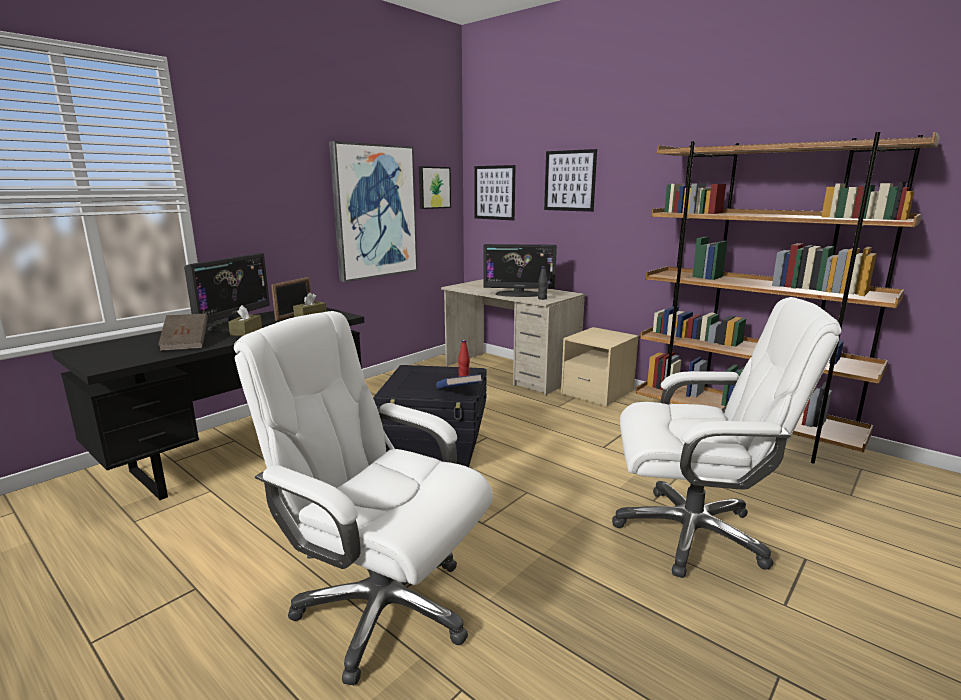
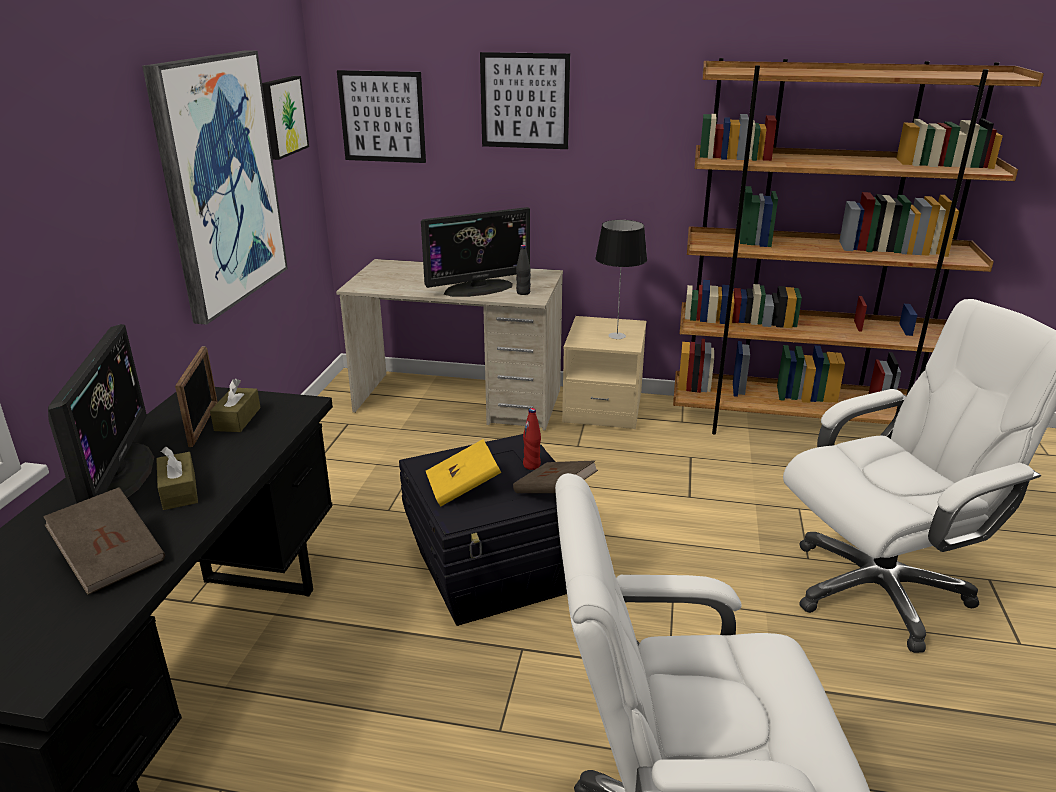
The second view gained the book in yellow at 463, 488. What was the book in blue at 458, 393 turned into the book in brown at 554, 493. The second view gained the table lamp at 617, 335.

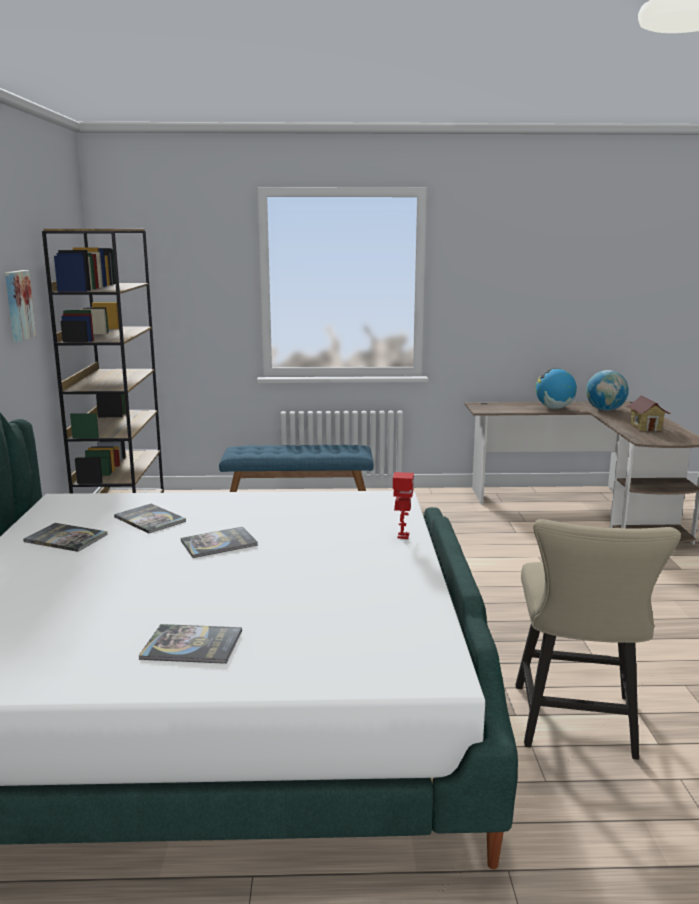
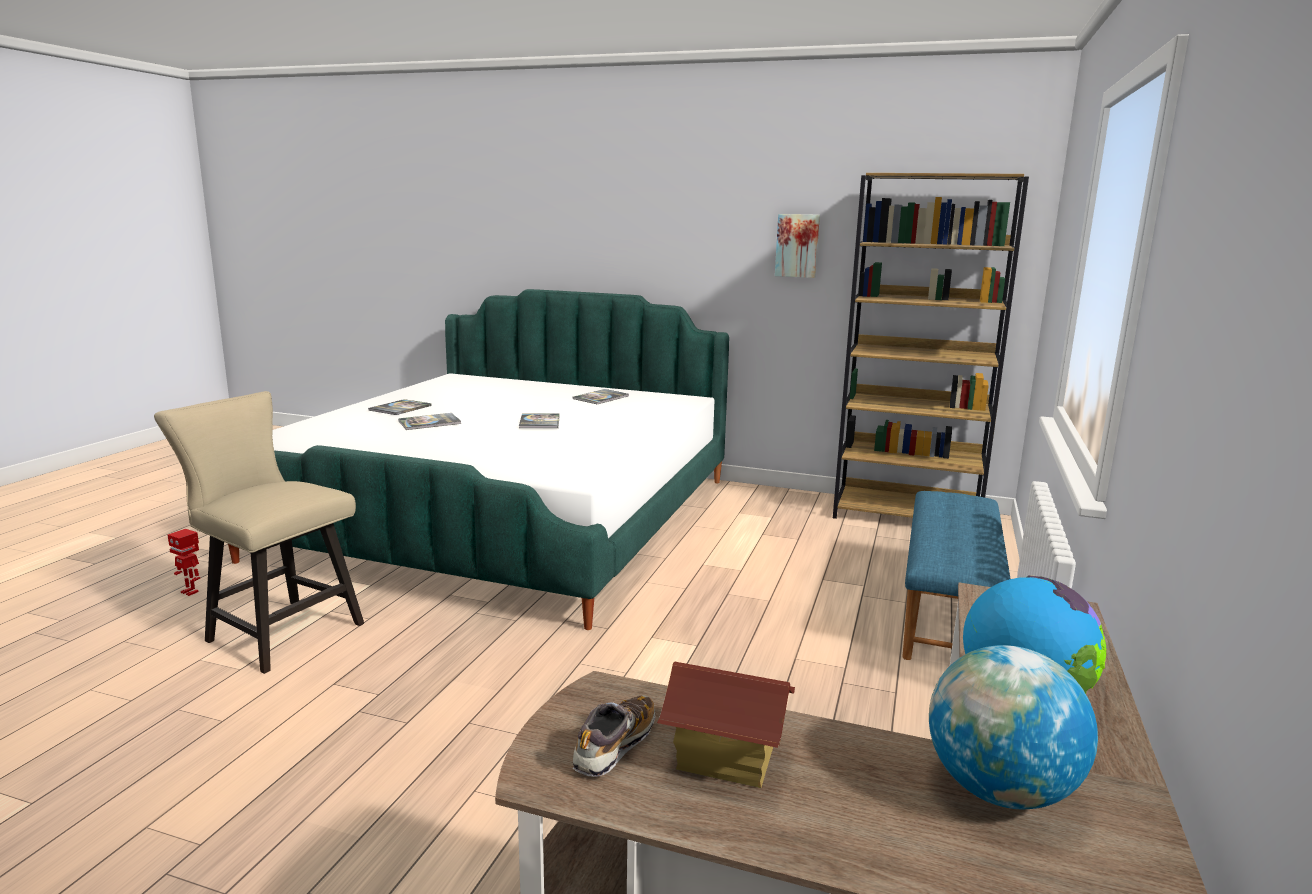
The toy robot ended up elsewhere, having gone from 402, 536 to 190, 592. The book ended up elsewhere, having gone from 150, 519 to 429, 422. The second view gained the shoe at 615, 746.

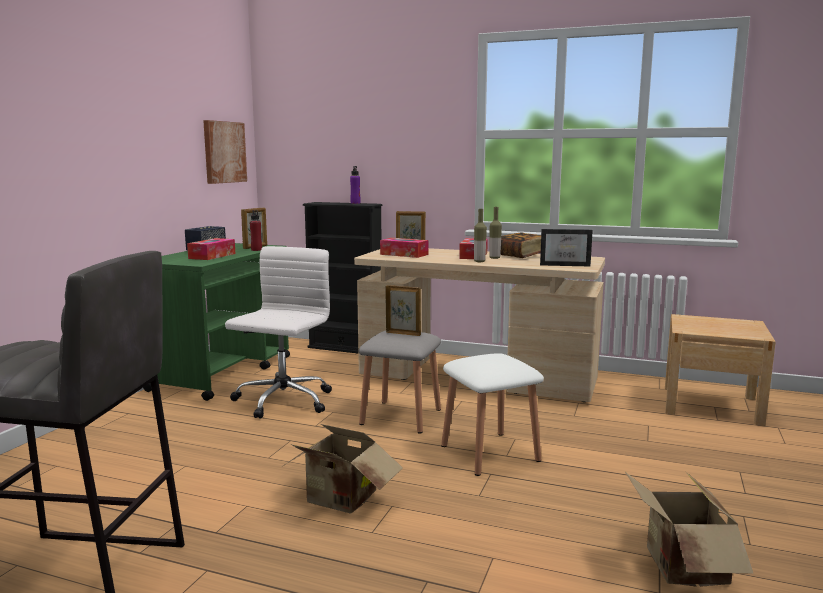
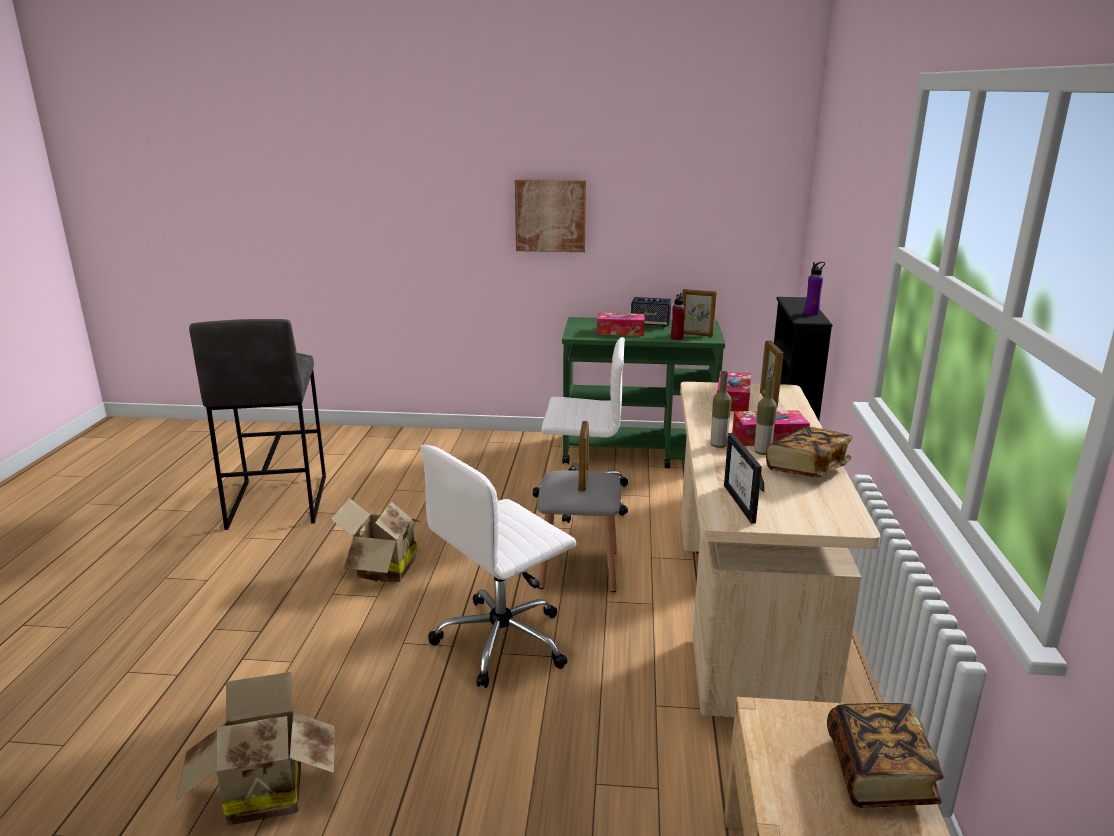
Where the stool in white stood at 490, 453, the office chair in white came to stand at 504, 640. The picture ended up elsewhere, having gone from 224, 152 to 550, 215. The second view gained the book at 878, 774.

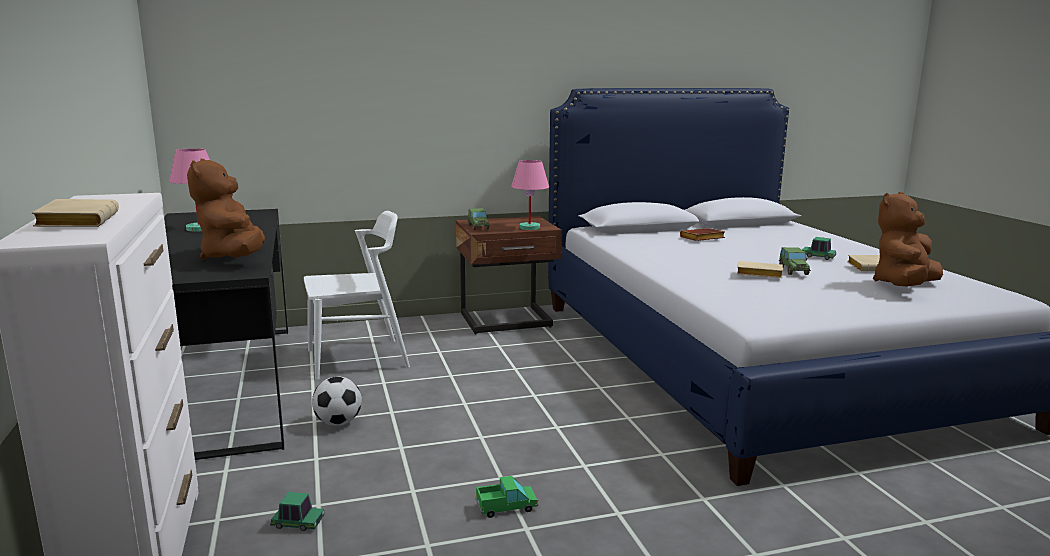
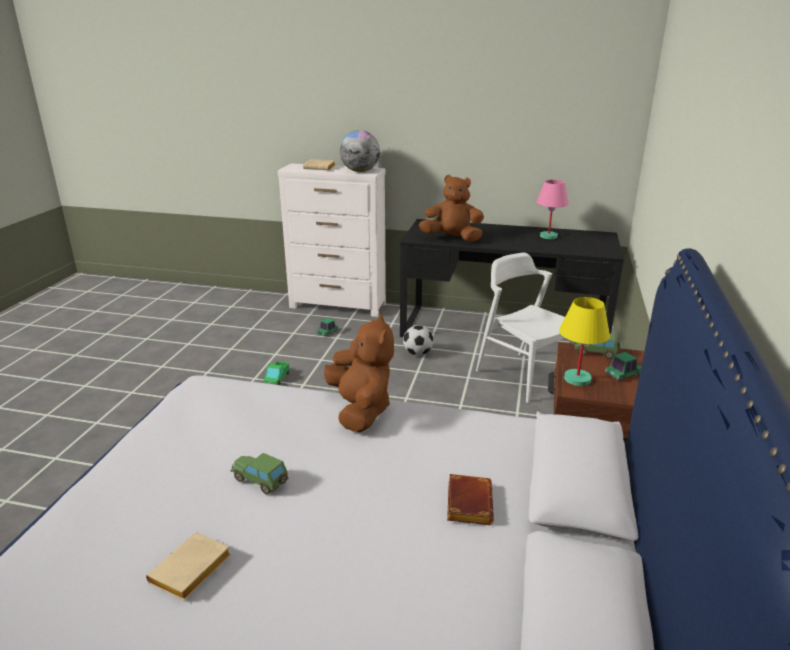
The plush toy in brown ended up elsewhere, having gone from 903, 286 to 360, 410. The second view gained the globe at 360, 171. The chair in white at 358, 358 ended up facing another way, 135 degrees clockwise from before. What was the table lamp in pink at 530, 227 turned into the table lamp in yellow at 577, 379. The toy car ended up elsewhere, having gone from 818, 256 to 623, 374. The second view lost the book in beige at 757, 274.

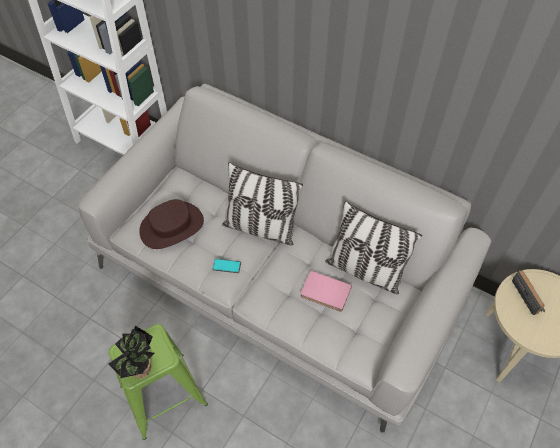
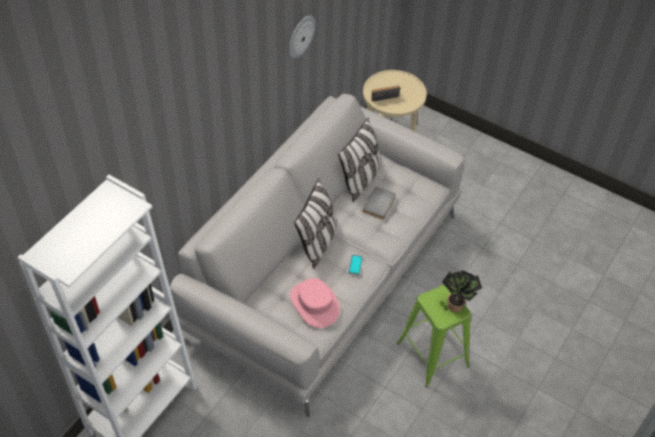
The second view gained the wall clock at 300, 36. What was the hat in brown at 172, 226 turned into the hat in pink at 315, 304. What was the book in pink at 325, 293 turned into the book in grey at 380, 204.

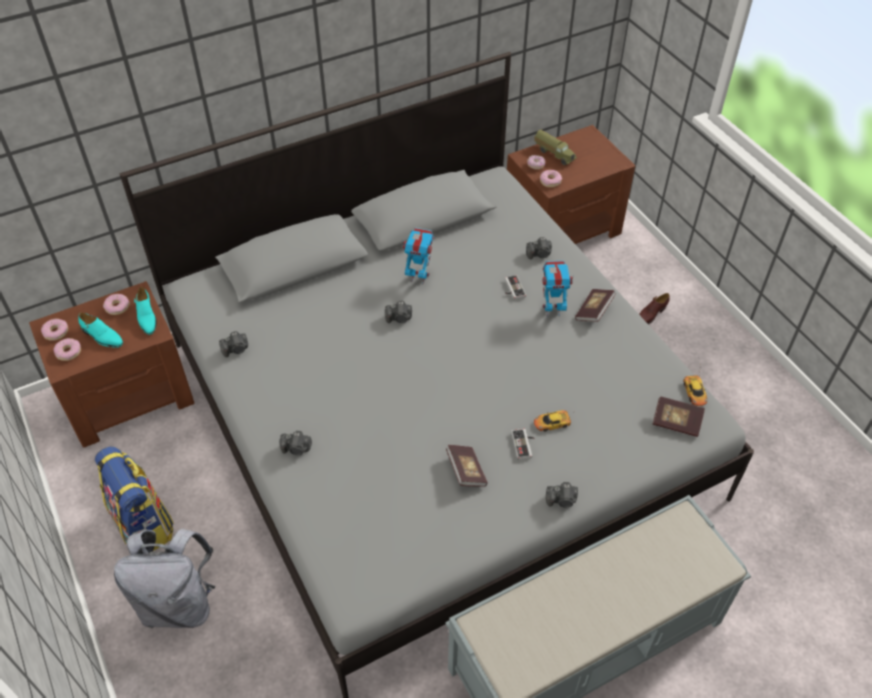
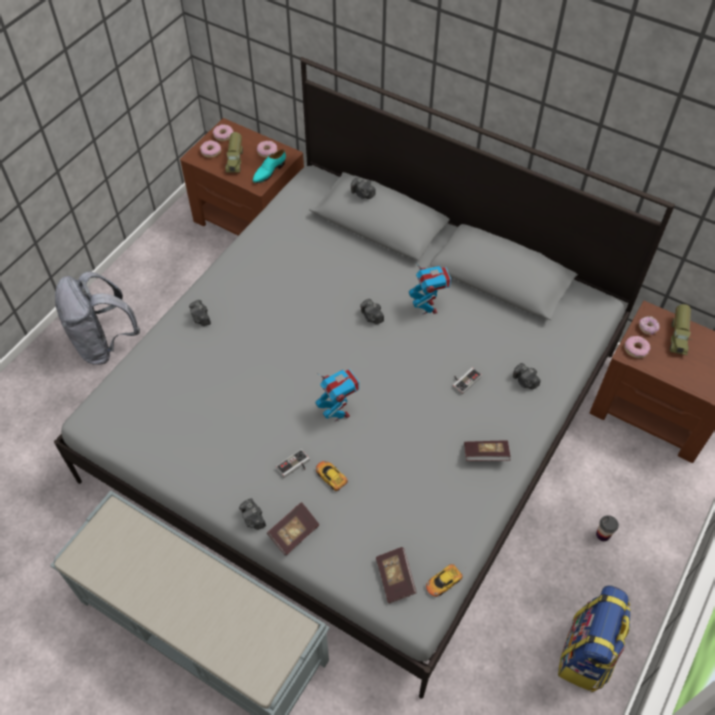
Where the shoe in turquoise stood at 102, 337, the toy truck came to stand at 235, 160. The book ended up elsewhere, having gone from 466, 471 to 294, 533. The toy robot ended up elsewhere, having gone from 552, 310 to 338, 413. The photo camera ended up elsewhere, having gone from 236, 349 to 362, 194. The backpack ended up elsewhere, having gone from 144, 525 to 586, 655. Where the shoe in brown stood at 650, 314, the cup came to stand at 603, 535.

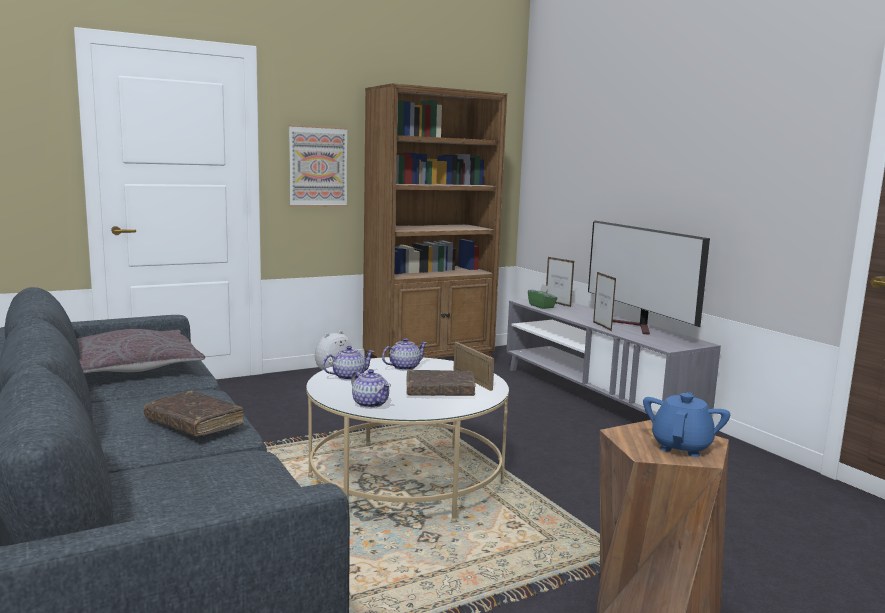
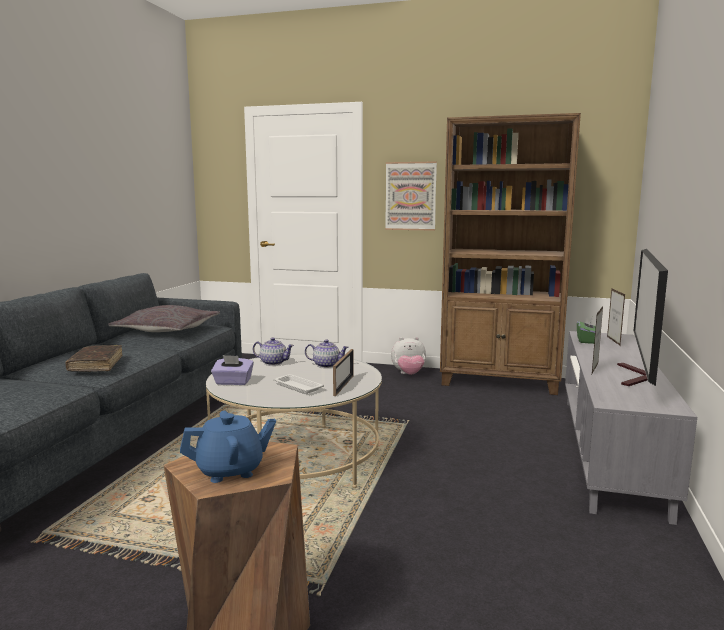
Where the teapot stood at 370, 403, the tissue box in purple came to stand at 233, 382. Where the book in brown stood at 440, 391, the tray in white came to stand at 297, 387.

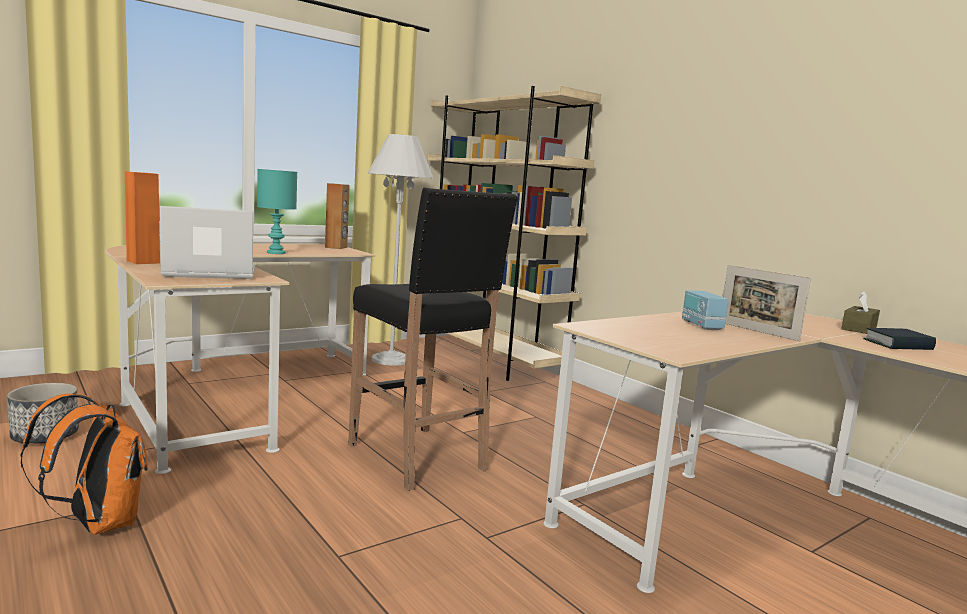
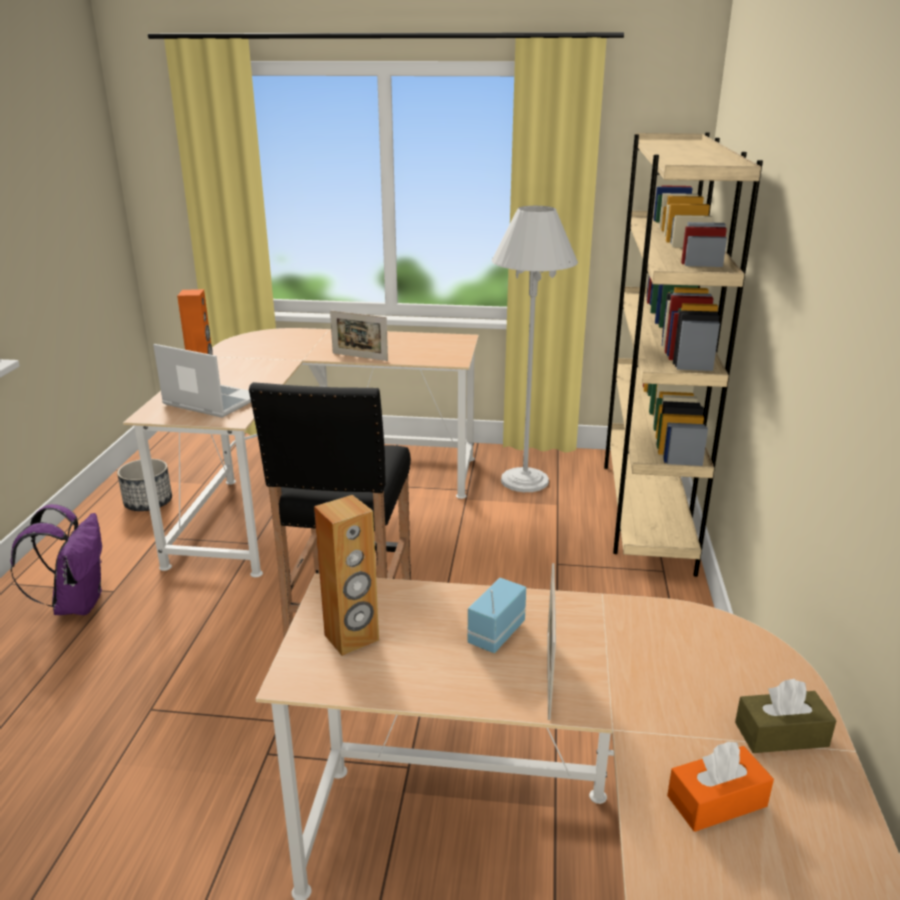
What was the backpack in orange at 98, 524 turned into the backpack in purple at 77, 603. The speaker in brown ended up elsewhere, having gone from 336, 247 to 352, 638. Where the table lamp in turquoise stood at 276, 253, the picture frame came to stand at 360, 357. Where the book stood at 898, 345, the tissue box in orange came to stand at 716, 801.

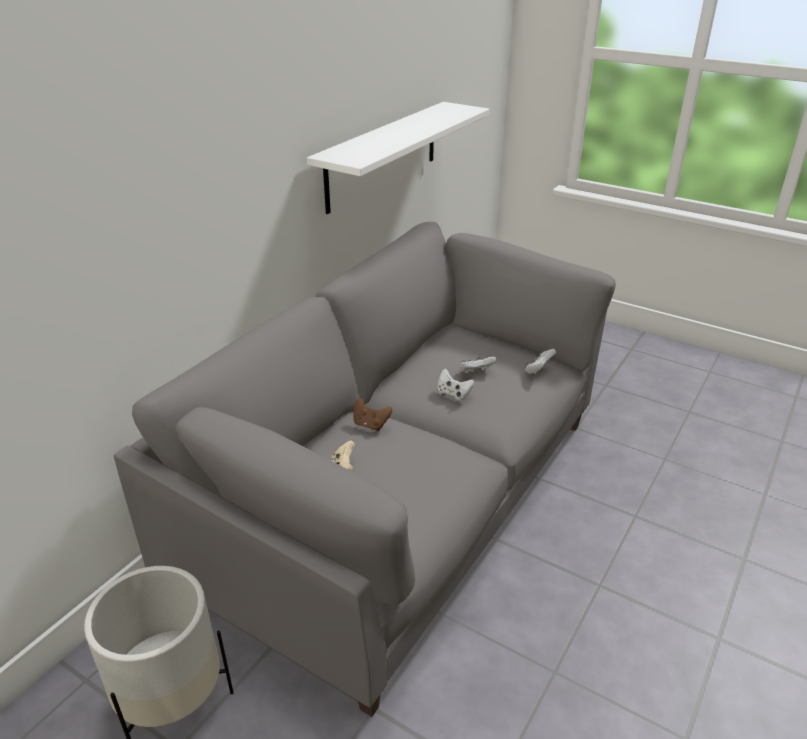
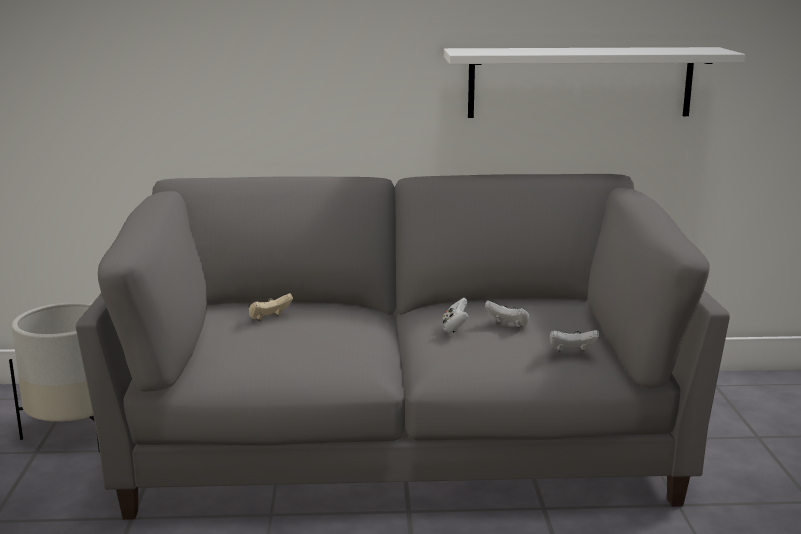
The second view lost the game controller in brown at 370, 425.

